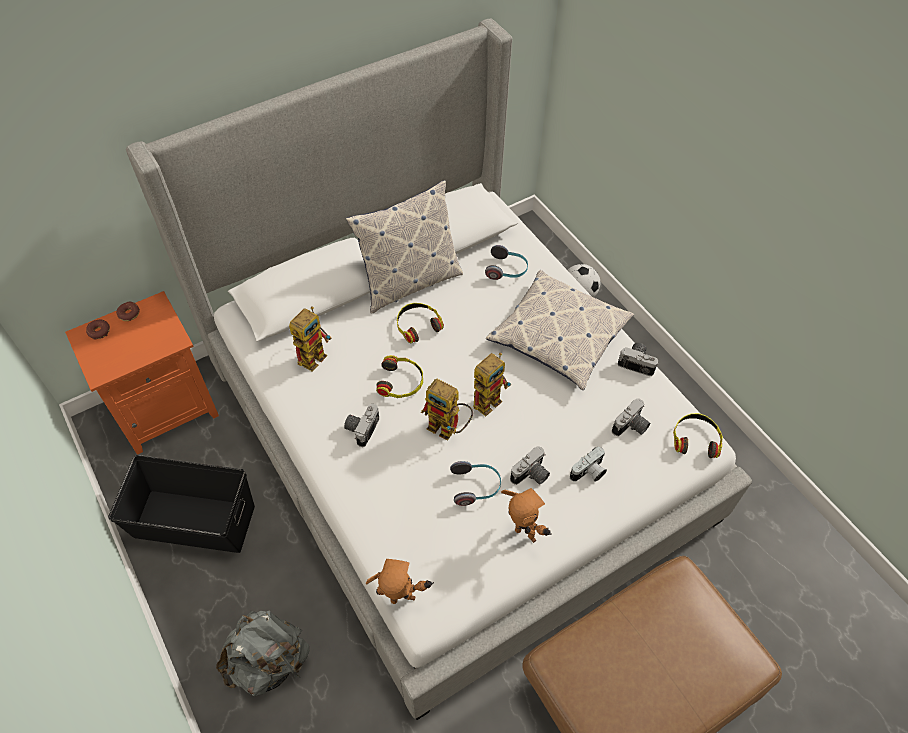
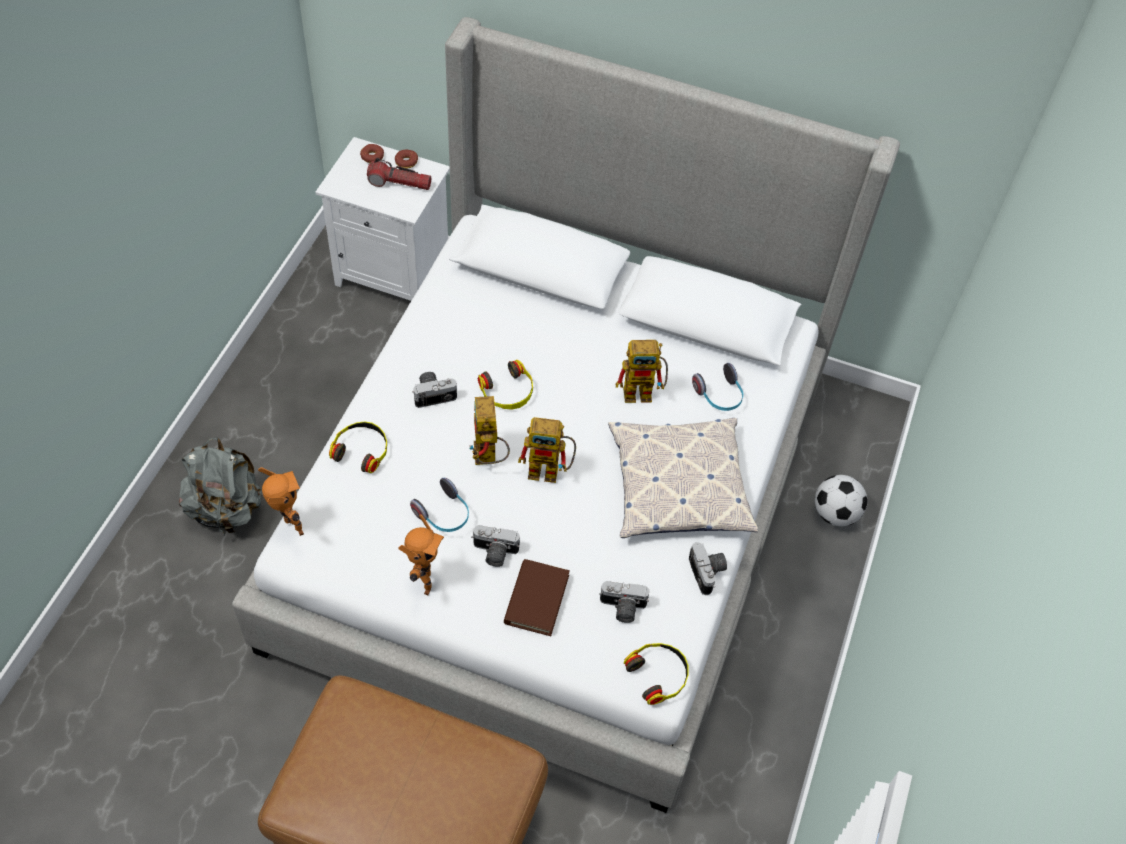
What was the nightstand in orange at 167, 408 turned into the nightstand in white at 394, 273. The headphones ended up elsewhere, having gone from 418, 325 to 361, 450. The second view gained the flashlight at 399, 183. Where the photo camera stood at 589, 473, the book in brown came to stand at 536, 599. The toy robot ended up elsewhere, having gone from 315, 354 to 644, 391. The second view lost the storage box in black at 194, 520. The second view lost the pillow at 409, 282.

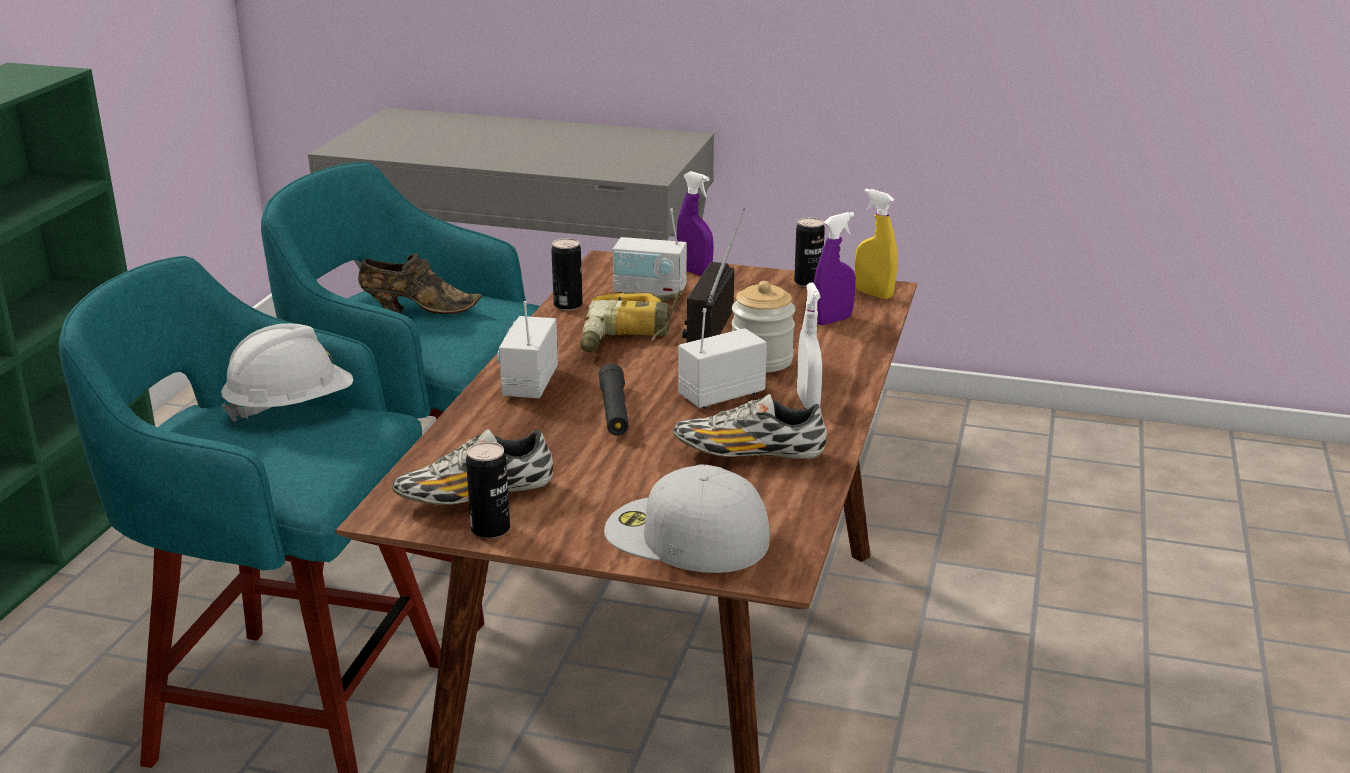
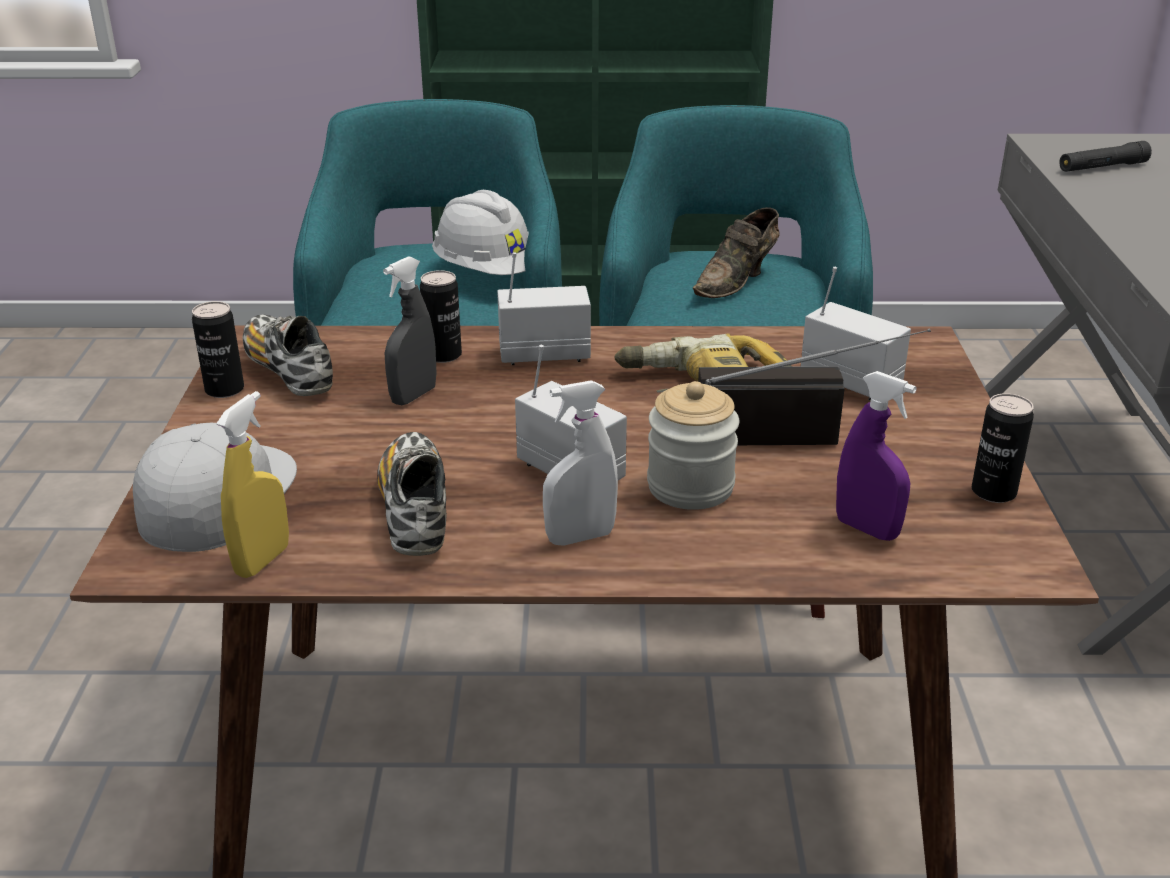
The spray bottle in yellow ended up elsewhere, having gone from 873, 294 to 262, 560. The second view gained the spray bottle in grey at 413, 396. The can ended up elsewhere, having gone from 568, 305 to 443, 355. The shoe in brown at 417, 310 ended up facing another way, 60 degrees clockwise from before. The radio at 650, 291 ended up facing another way, 135 degrees clockwise from before. The flashlight in black ended up elsewhere, having gone from 614, 411 to 1102, 167. The second view lost the spray bottle in purple at 694, 272.

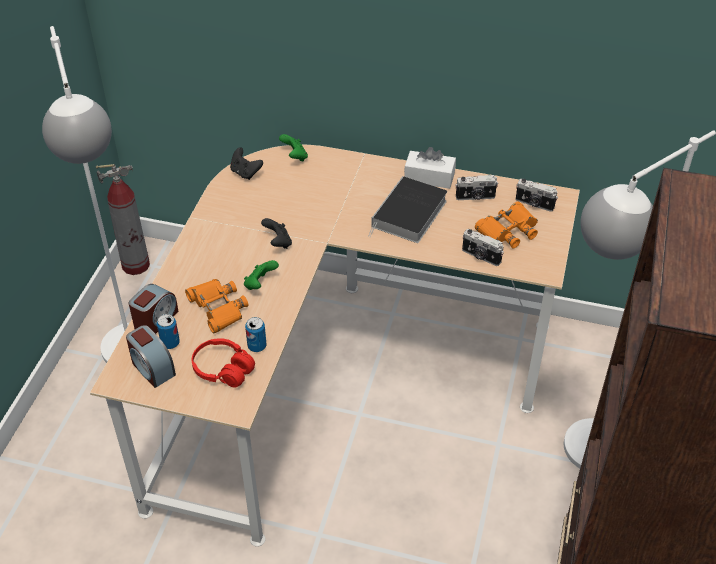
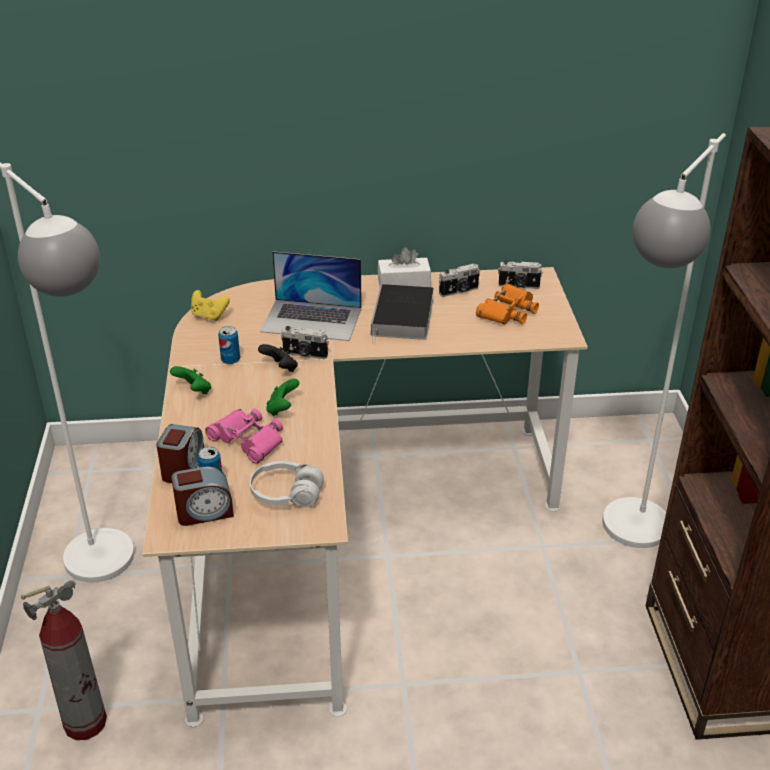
The fire extinguisher ended up elsewhere, having gone from 136, 265 to 85, 722. The game controller in green ended up elsewhere, having gone from 295, 156 to 194, 391. The alarm clock at 152, 368 ended up facing another way, 45 degrees counterclockwise from before. What was the game controller in black at 245, 173 turned into the game controller in yellow at 209, 316. What was the binoculars in orange at 218, 308 turned into the binoculars in pink at 248, 440. The can ended up elsewhere, having gone from 257, 346 to 230, 360. What was the headphones in red at 223, 369 turned into the headphones in white at 286, 494. The second view gained the laptop at 312, 319. The photo camera ended up elsewhere, having gone from 480, 256 to 305, 354.

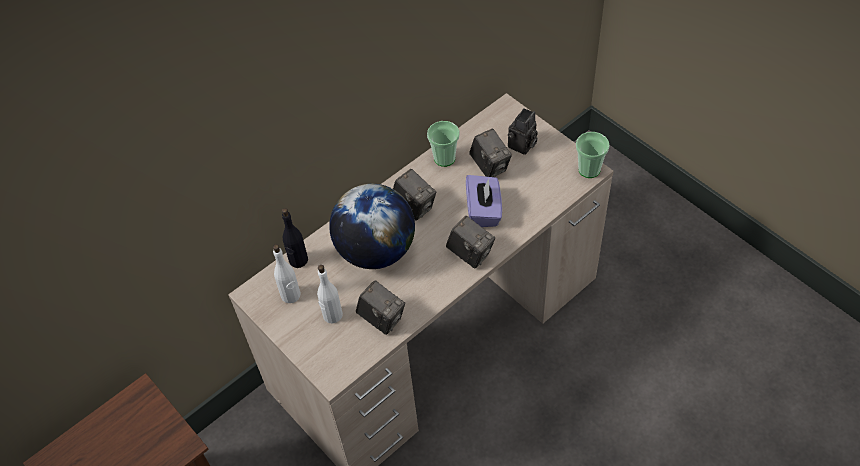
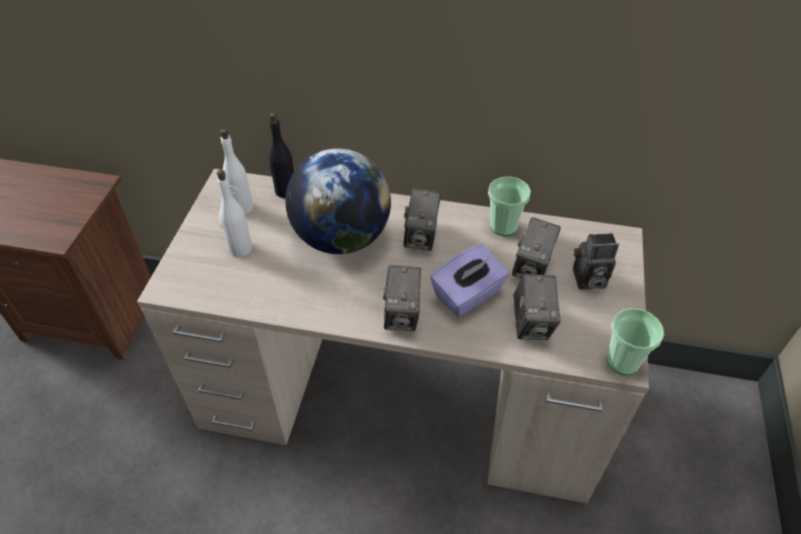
The photo camera ended up elsewhere, having gone from 382, 318 to 532, 323.

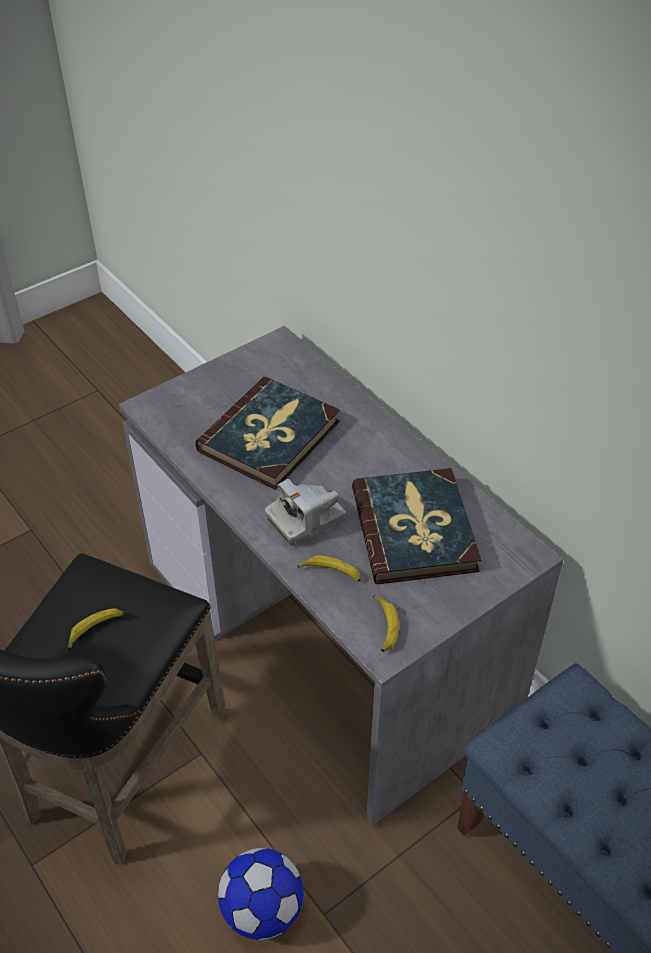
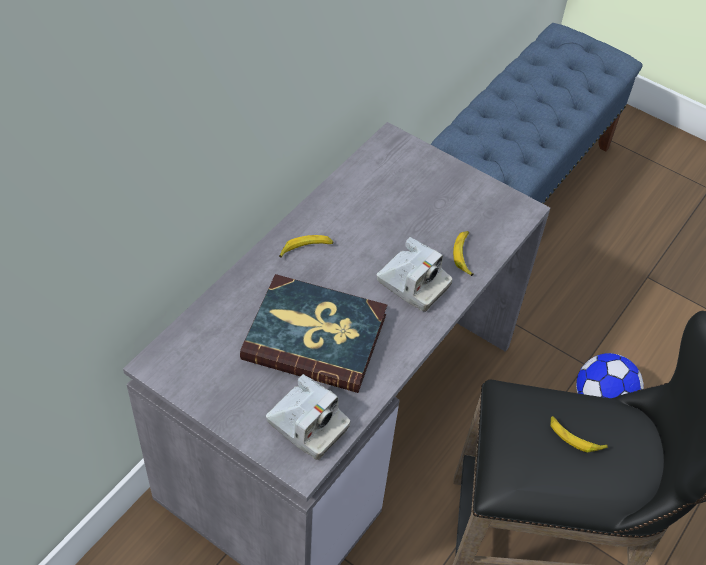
The second view gained the photo camera at 307, 425. The banana ended up elsewhere, having gone from 384, 626 to 305, 249. The second view lost the book at 415, 530.

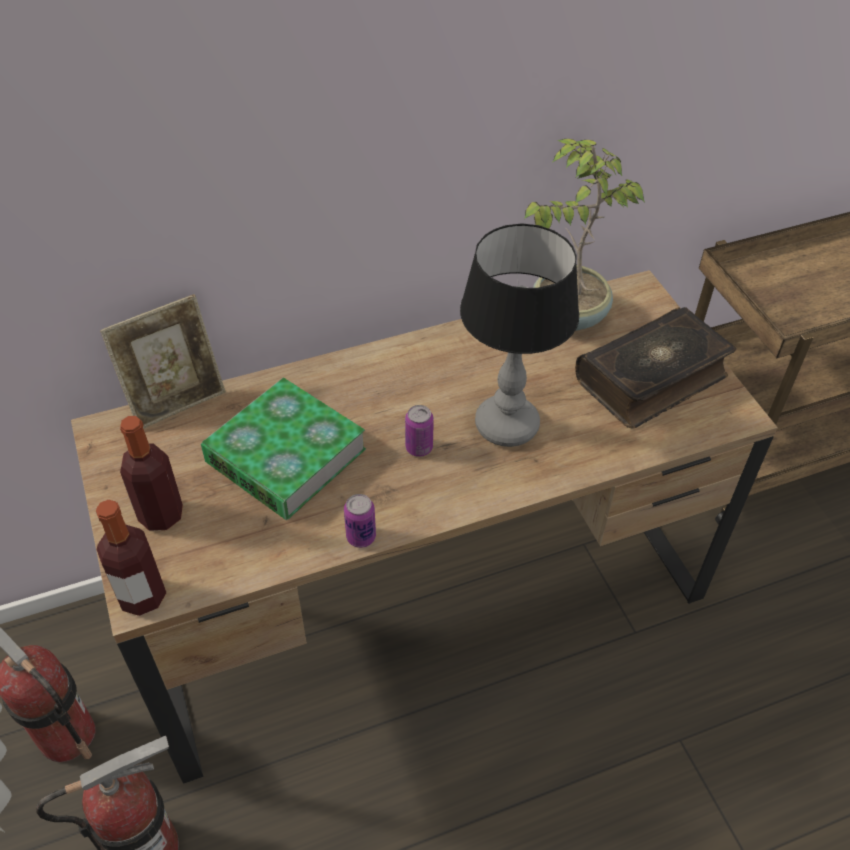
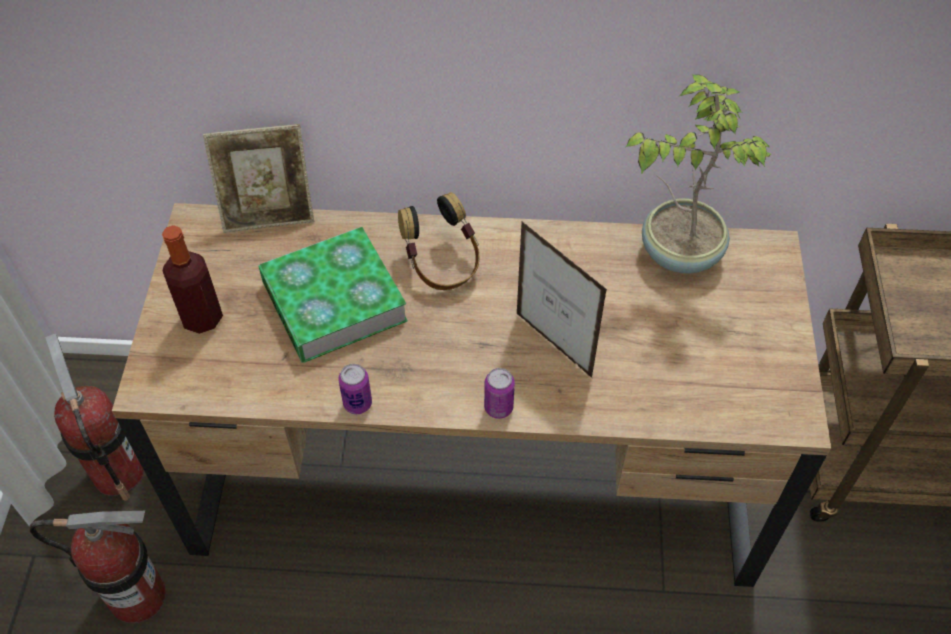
The second view gained the headphones at 442, 264. The can ended up elsewhere, having gone from 419, 448 to 498, 407. Where the table lamp stood at 508, 425, the picture frame came to stand at 553, 345. The second view lost the bottle at 142, 596. The second view lost the book at 652, 379.

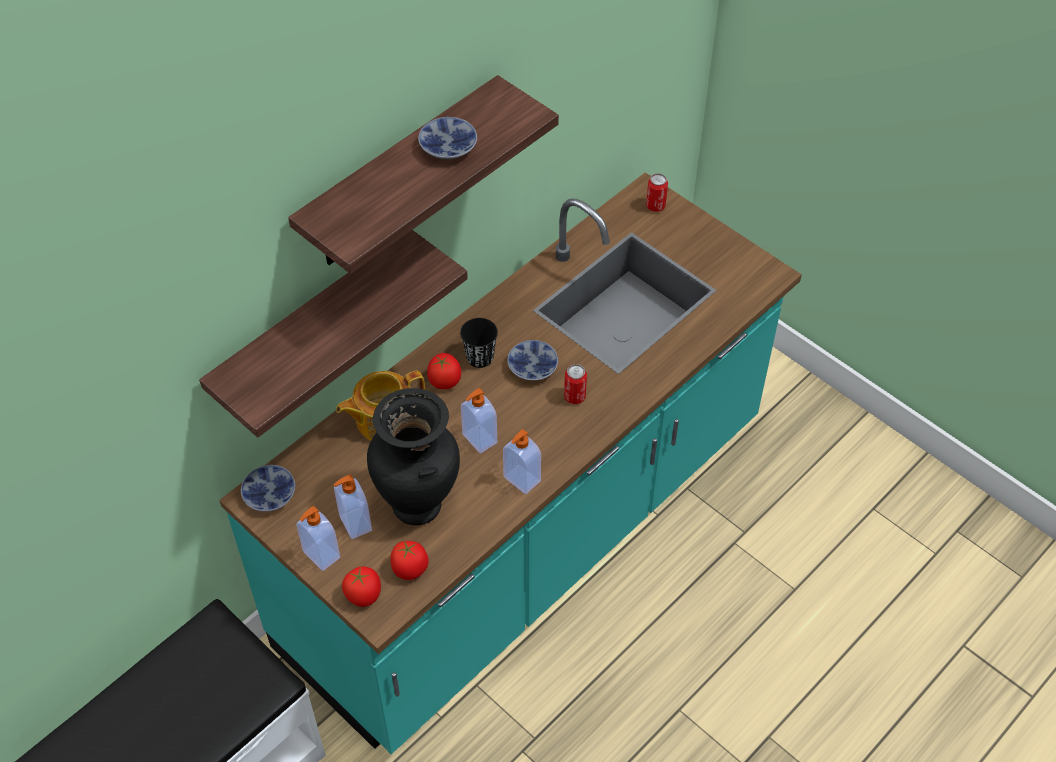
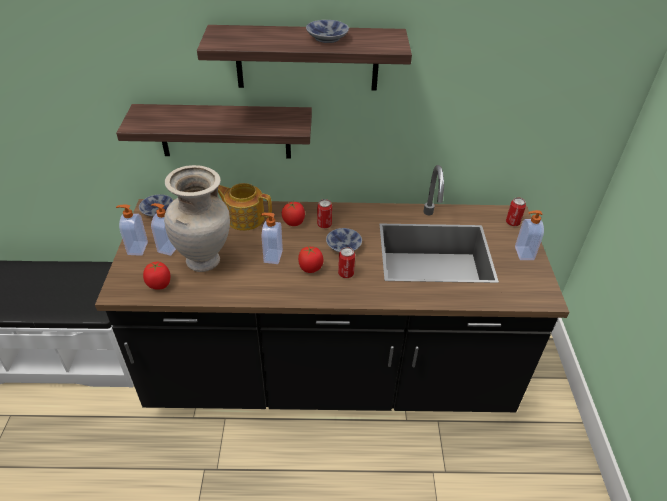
What was the counter in turquoise at 528, 536 turned into the counter in black at 330, 374. What was the vase in black at 419, 505 turned into the vase in beige at 205, 262. The tomato ended up elsewhere, having gone from 364, 595 to 311, 268. Where the cup in black stood at 480, 358, the can came to stand at 324, 224. The soap dispenser ended up elsewhere, having gone from 521, 480 to 523, 253.

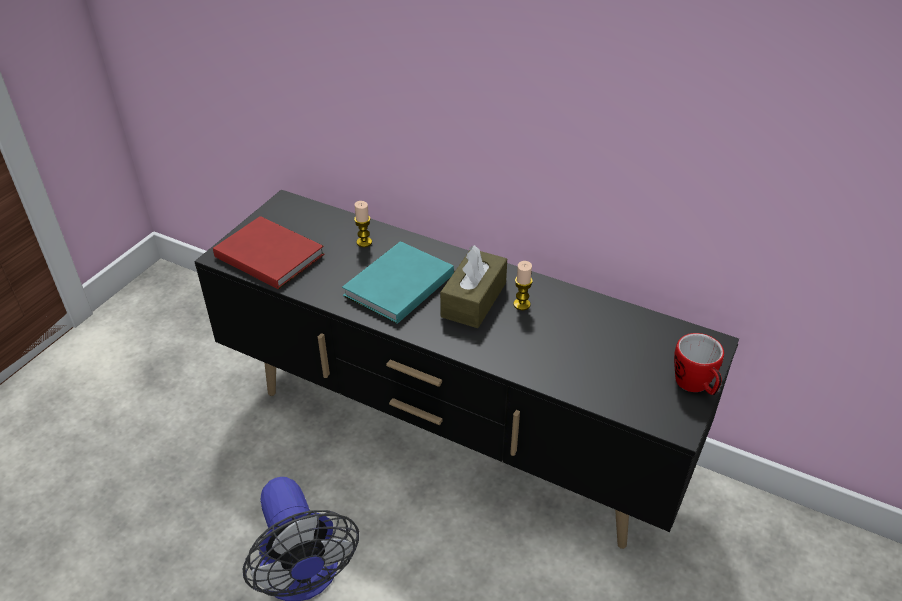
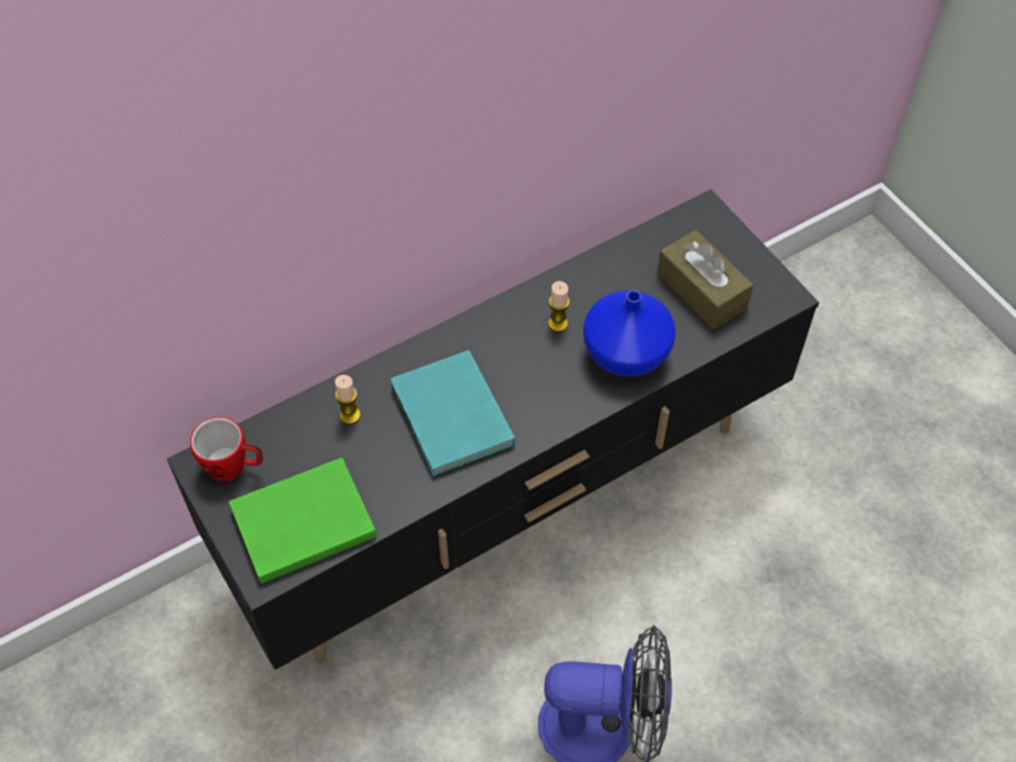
The mug ended up elsewhere, having gone from 695, 386 to 234, 467. What was the book in red at 268, 254 turned into the book in green at 299, 522. The second view gained the vase in blue at 627, 354. The tissue box in brown ended up elsewhere, having gone from 474, 300 to 701, 291.

